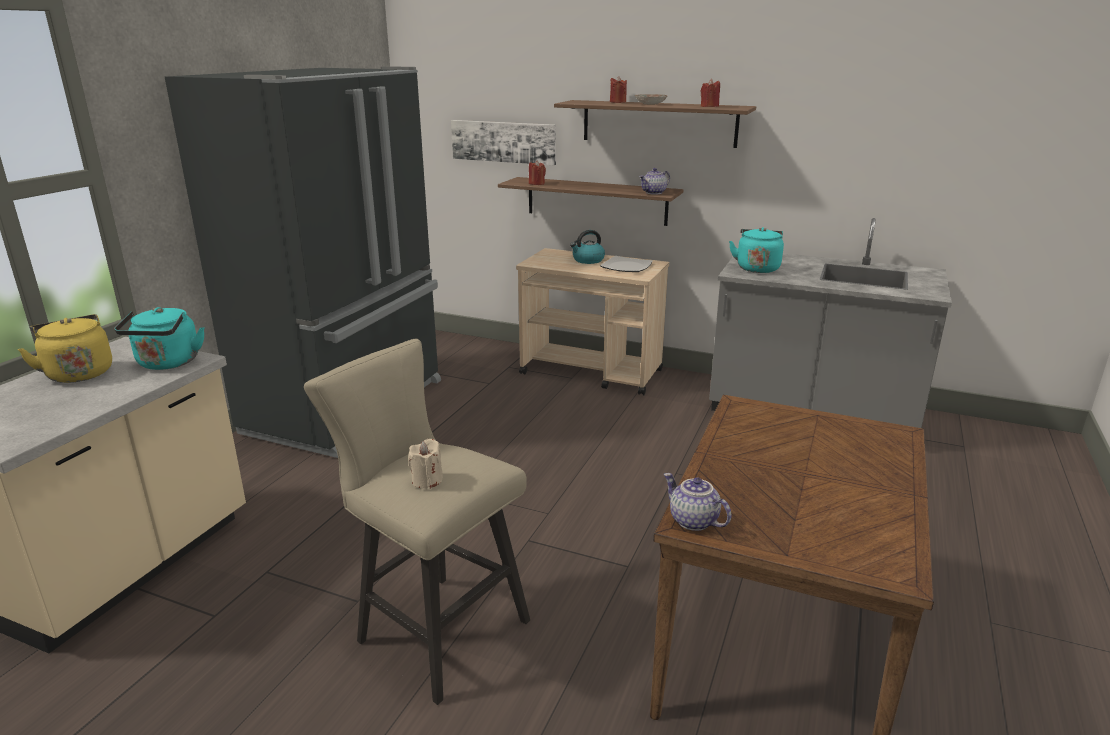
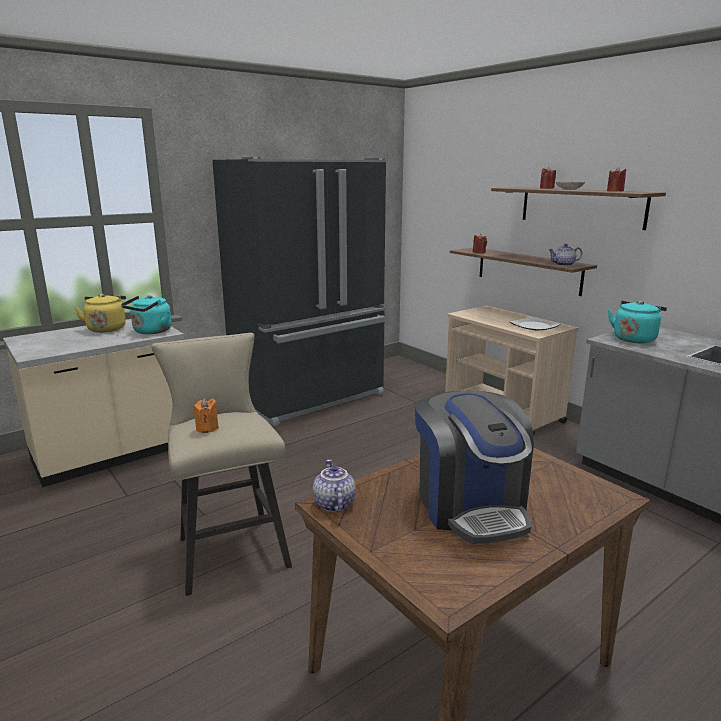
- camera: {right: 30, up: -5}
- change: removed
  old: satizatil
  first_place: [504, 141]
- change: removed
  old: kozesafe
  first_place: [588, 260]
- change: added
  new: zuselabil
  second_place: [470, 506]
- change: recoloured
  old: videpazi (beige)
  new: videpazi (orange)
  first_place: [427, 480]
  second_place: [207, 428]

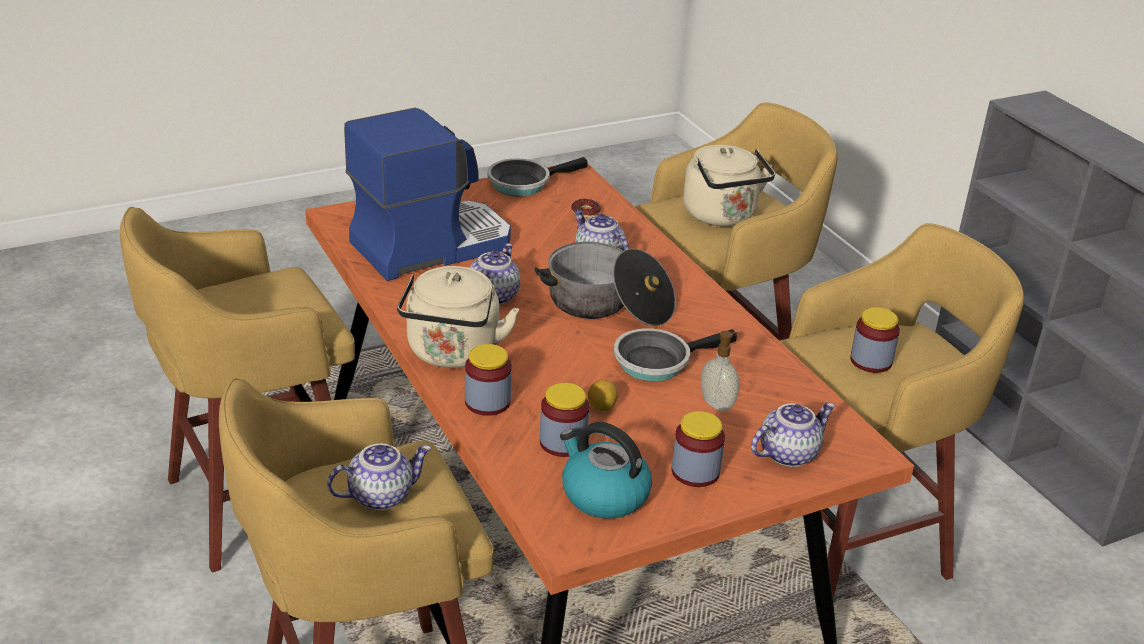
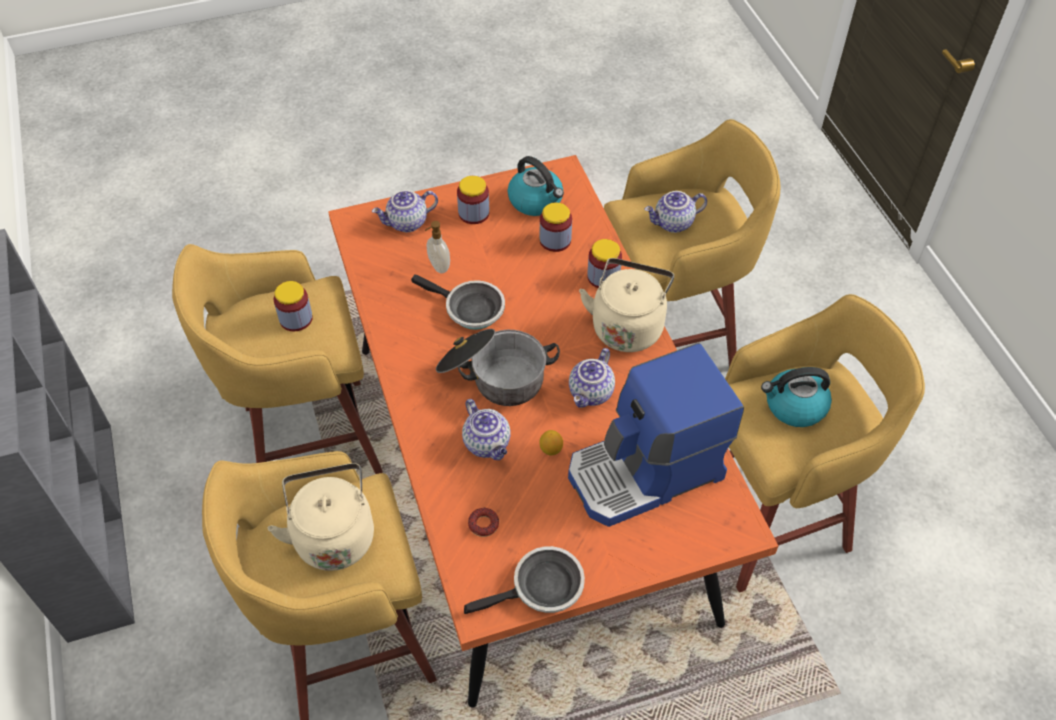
- camera: {right: -170, up: 20}
- change: added
  new: kozesafe
  second_place: [794, 406]
- change: moved
  old: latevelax
  first_place: [602, 407]
  second_place: [550, 449]
- change: turned
  old: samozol
  first_place: [657, 361]
  second_place: [470, 309]
  degrees: 45

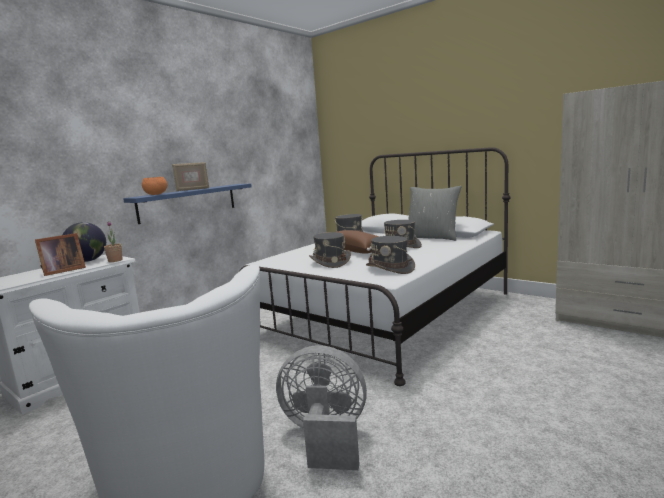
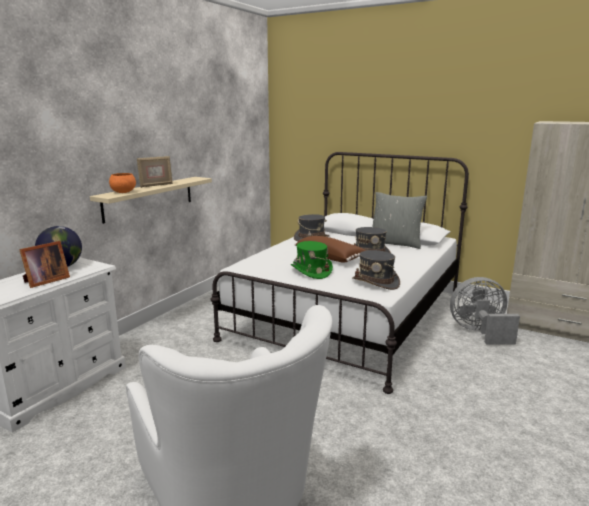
- camera: {right: -10, up: 5}
- change: removed
  old: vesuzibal
  first_place: [115, 260]
- change: moved
  old: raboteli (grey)
  first_place: [325, 438]
  second_place: [480, 332]
- change: recoloured
  old: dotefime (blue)
  new: dotefime (beige)
  first_place: [188, 202]
  second_place: [149, 198]
- change: recoloured
  old: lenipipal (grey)
  new: lenipipal (green)
  first_place: [330, 262]
  second_place: [311, 271]

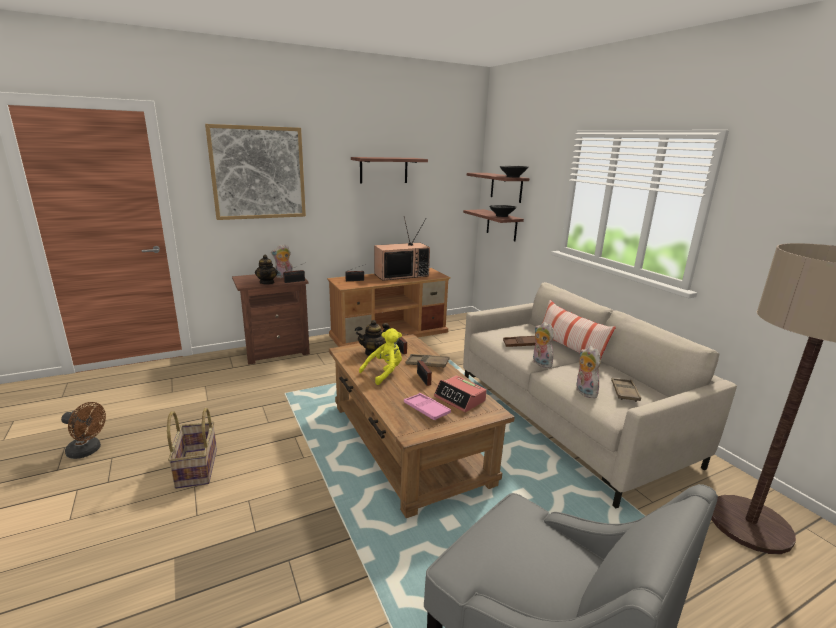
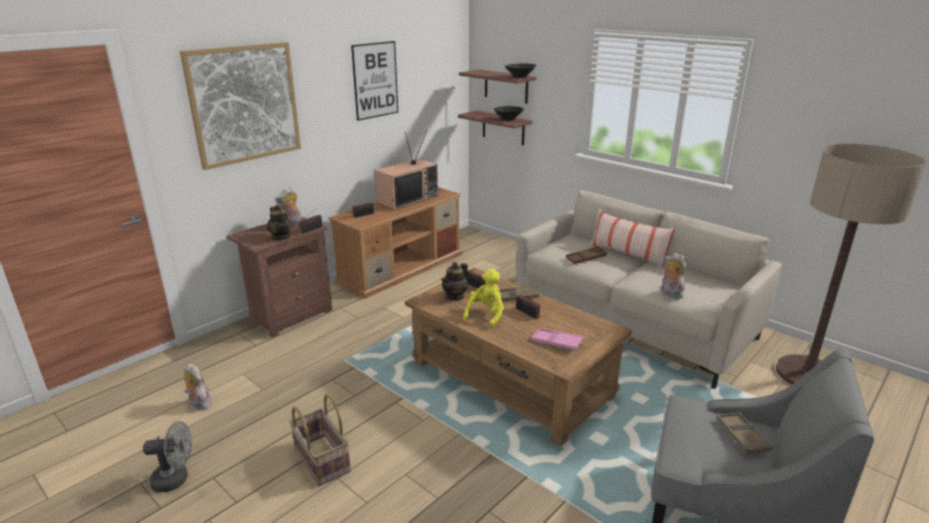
- camera: {right: -20, up: 5}
- change: removed
  old: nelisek
  first_place: [460, 399]
- change: moved
  old: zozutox
  first_place: [540, 363]
  second_place: [199, 404]
- change: moved
  old: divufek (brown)
  first_place: [624, 392]
  second_place: [741, 436]
- change: replaced
  old: dotefime
  new: satizatil
  first_place: [383, 170]
  second_place: [375, 80]
- change: recoloured
  old: raboteli (brown)
  new: raboteli (grey)
  first_place: [88, 451]
  second_place: [176, 479]

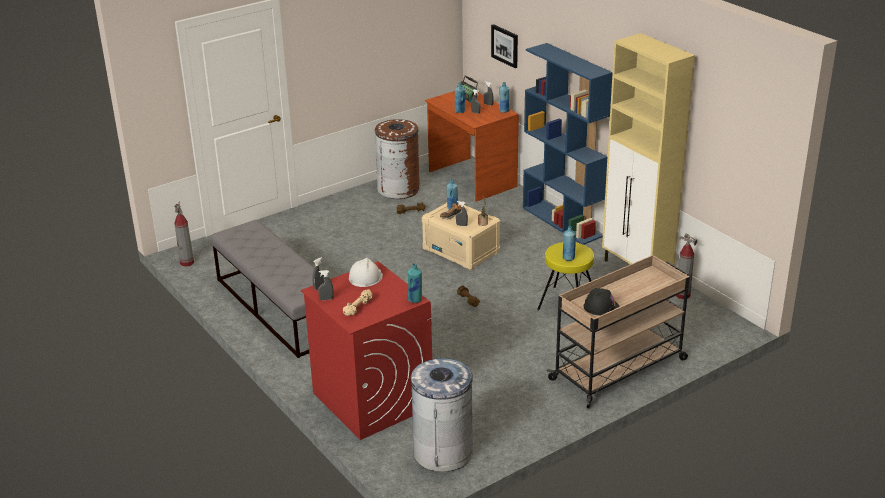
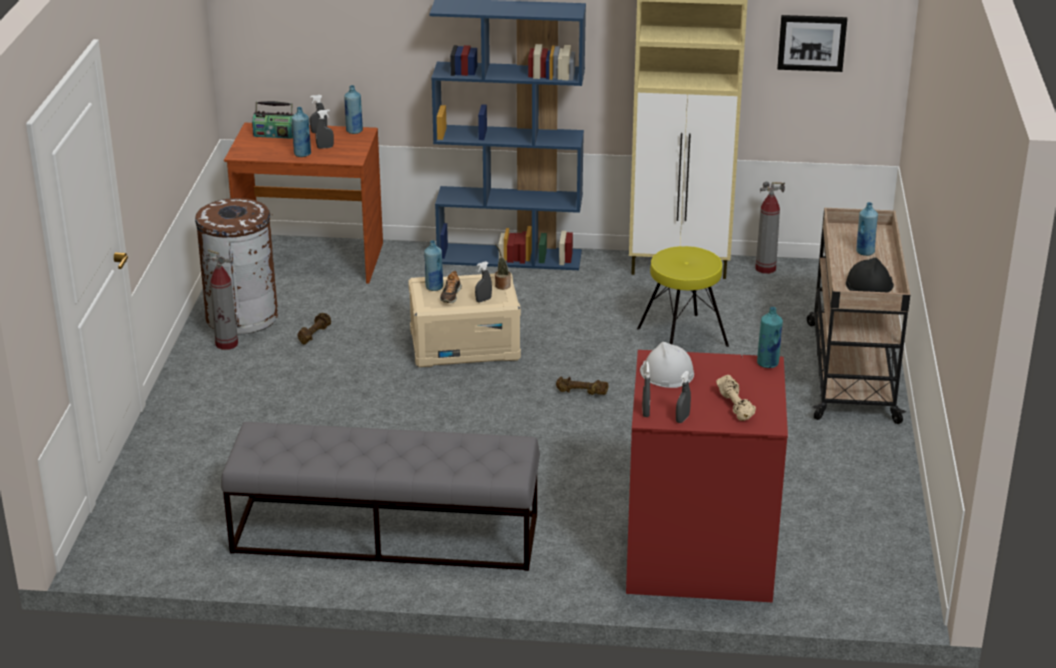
- camera: {right: -50, up: 0}
- change: removed
  old: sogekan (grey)
  first_place: [443, 452]
- change: moved
  old: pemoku
  first_place: [187, 263]
  second_place: [227, 344]
- change: moved
  old: satizatil
  first_place: [505, 45]
  second_place: [811, 42]
- change: moved
  old: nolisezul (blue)
  first_place: [568, 258]
  second_place: [864, 252]

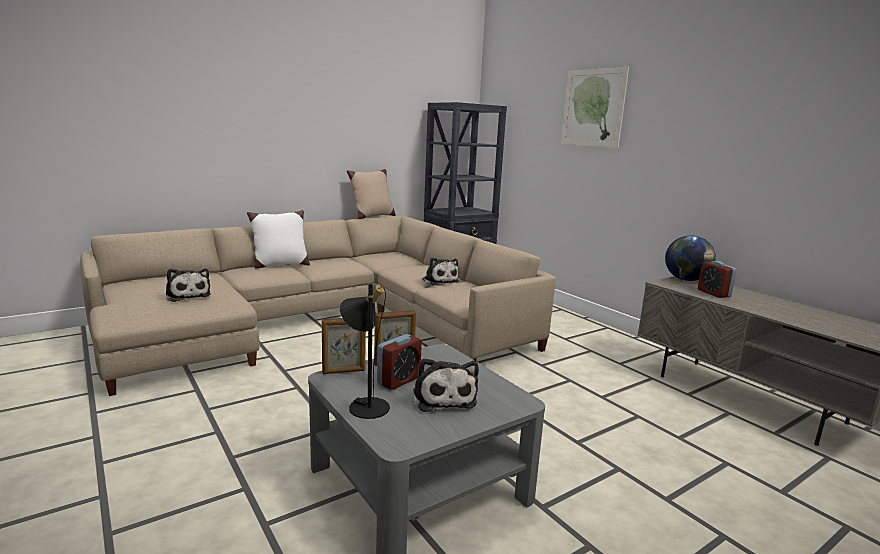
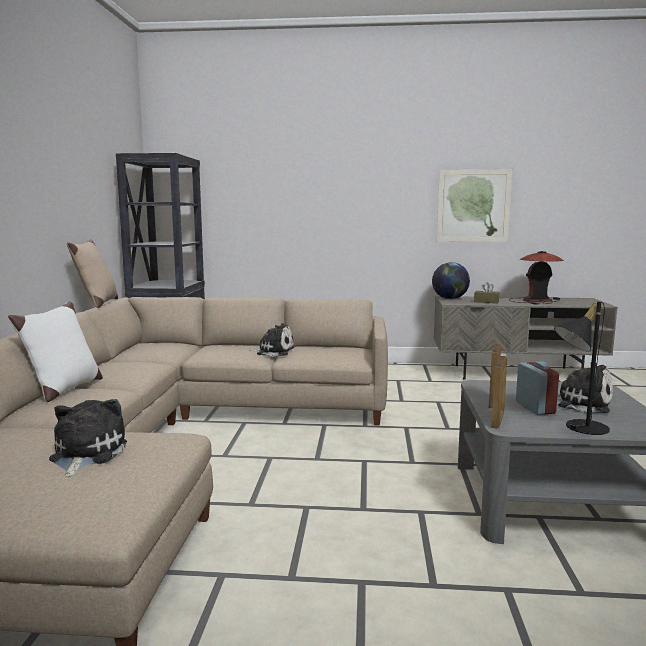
- camera: {right: -50, up: -5}
- change: added
  new: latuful
  second_place: [536, 300]
- change: moved
  old: satizatil
  first_place: [593, 108]
  second_place: [473, 206]
- change: replaced
  old: nelisek
  new: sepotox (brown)
  first_place: [713, 293]
  second_place: [486, 301]
- change: turned
  old: zozutox
  first_place: [187, 295]
  second_place: [86, 454]
  degrees: -90

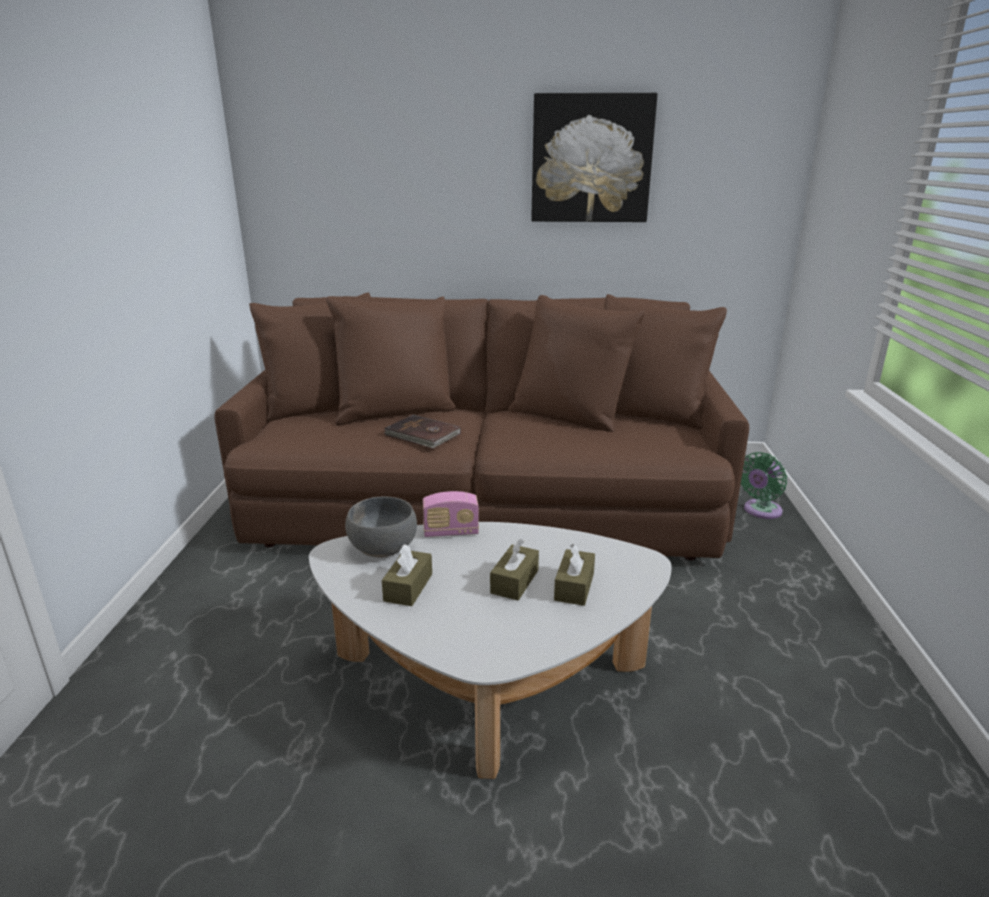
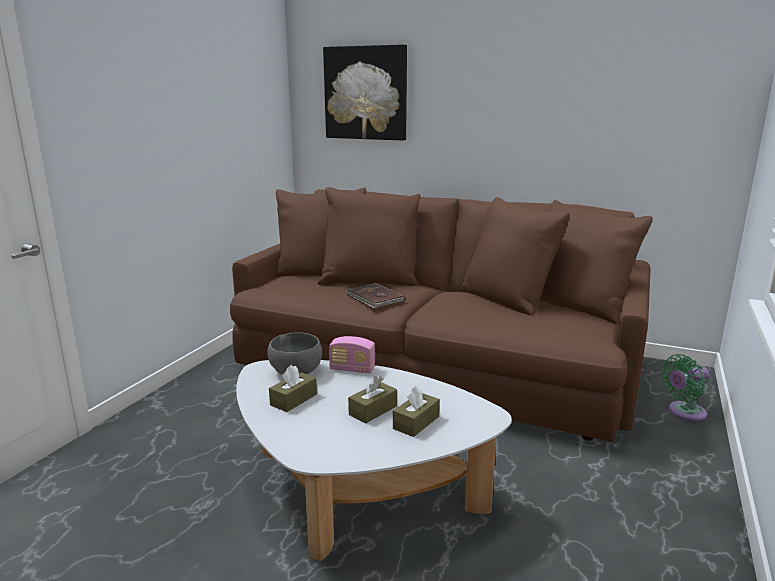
- camera: {right: 20, up: -5}
- change: moved
  old: satizatil
  first_place: [591, 159]
  second_place: [366, 93]

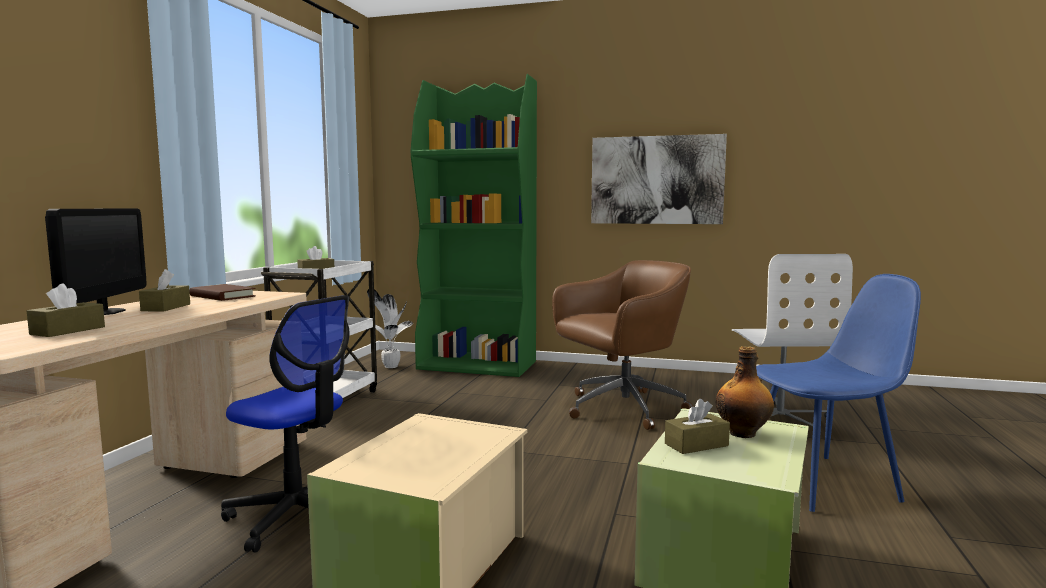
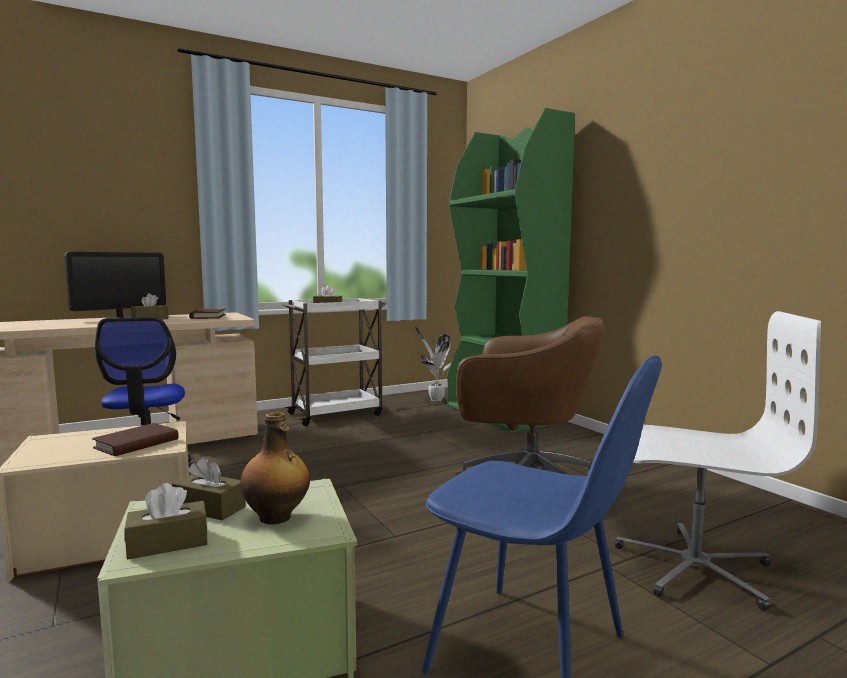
- camera: {right: 45, up: 0}
- change: removed
  old: satizatil
  first_place: [656, 180]
- change: added
  new: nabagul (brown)
  second_place: [136, 443]
- change: moved
  old: sepotox (brown)
  first_place: [68, 330]
  second_place: [168, 543]
- change: turned
  old: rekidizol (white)
  first_place: [780, 418]
  second_place: [693, 567]
  degrees: -120

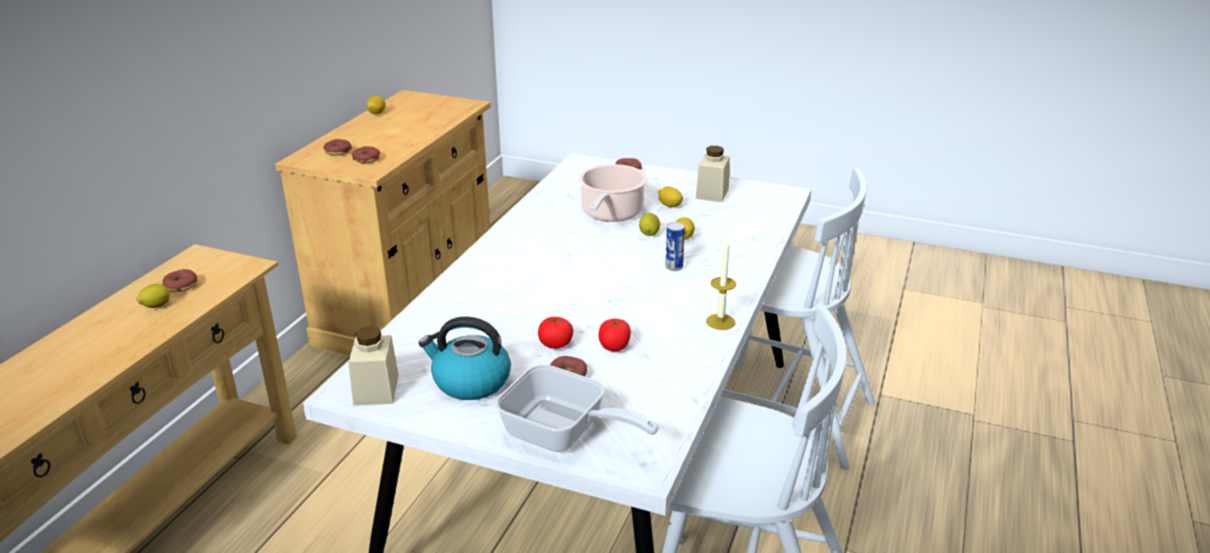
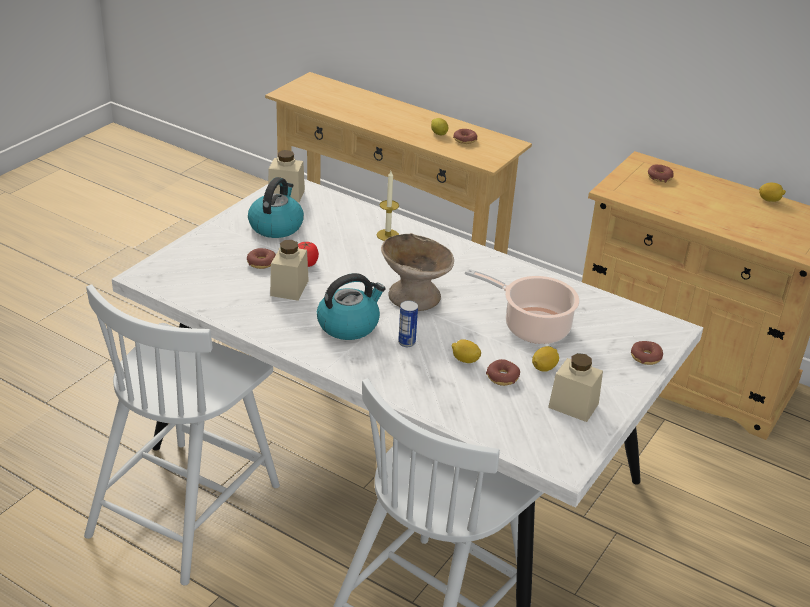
- camera: {right: 100, up: 5}
- change: removed
  old: samozol
  first_place: [563, 435]
- change: removed
  old: latevelax
  first_place: [649, 233]
- change: added
  new: kozesafe
  second_place: [349, 325]
- change: added
  new: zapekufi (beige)
  second_place: [414, 296]
- change: moved
  old: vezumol
  first_place: [367, 159]
  second_place: [502, 377]
- change: moved
  old: videpazi
  first_place: [720, 322]
  second_place: [387, 235]
- change: replaced
  old: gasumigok
  new: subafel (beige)
  first_place: [614, 346]
  second_place: [289, 288]

